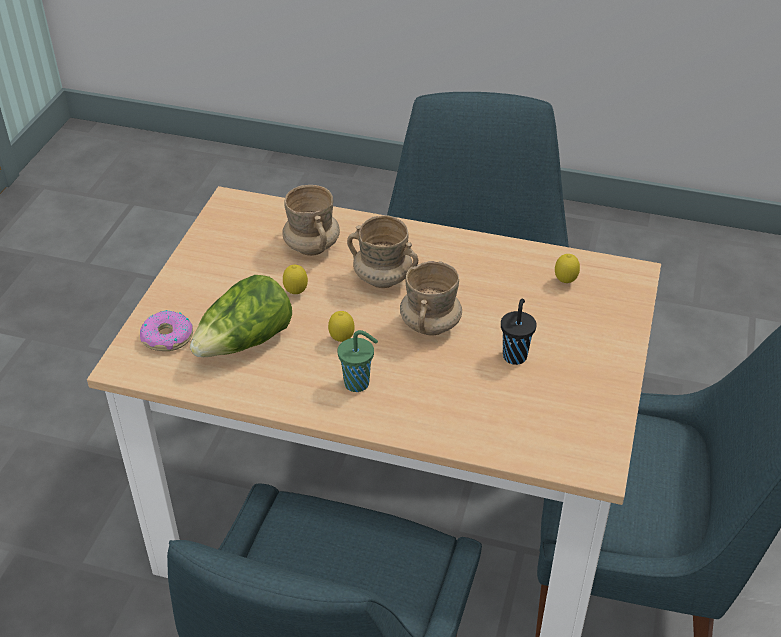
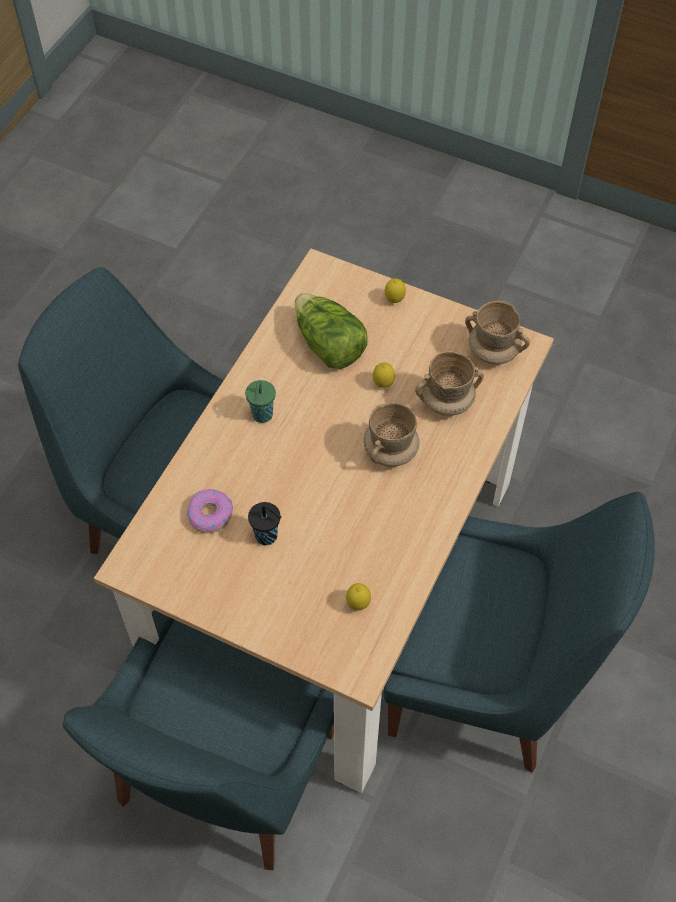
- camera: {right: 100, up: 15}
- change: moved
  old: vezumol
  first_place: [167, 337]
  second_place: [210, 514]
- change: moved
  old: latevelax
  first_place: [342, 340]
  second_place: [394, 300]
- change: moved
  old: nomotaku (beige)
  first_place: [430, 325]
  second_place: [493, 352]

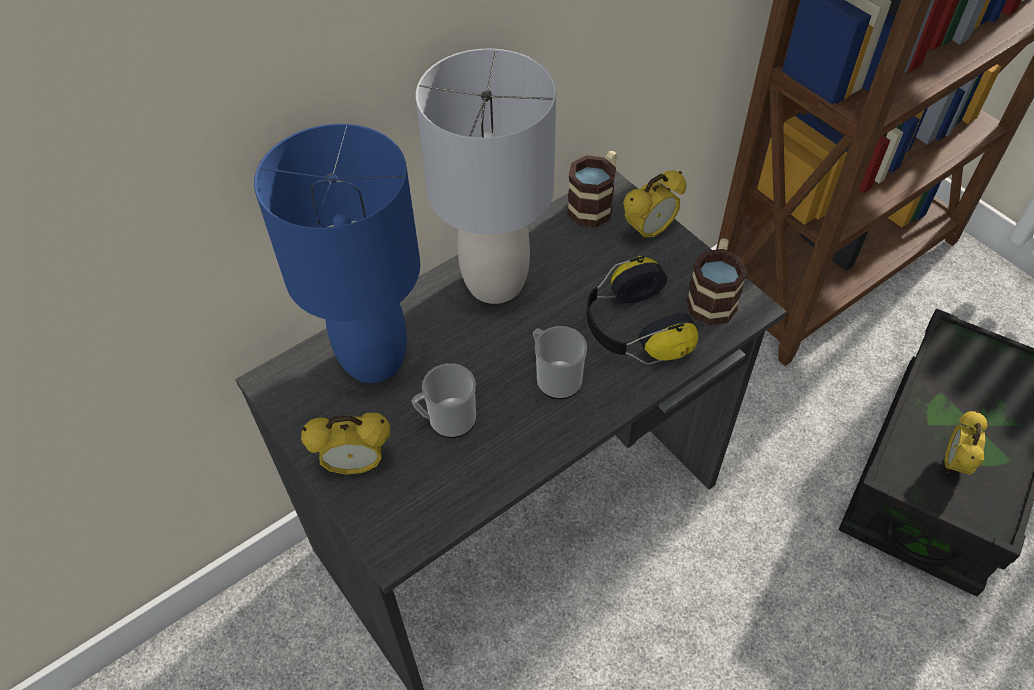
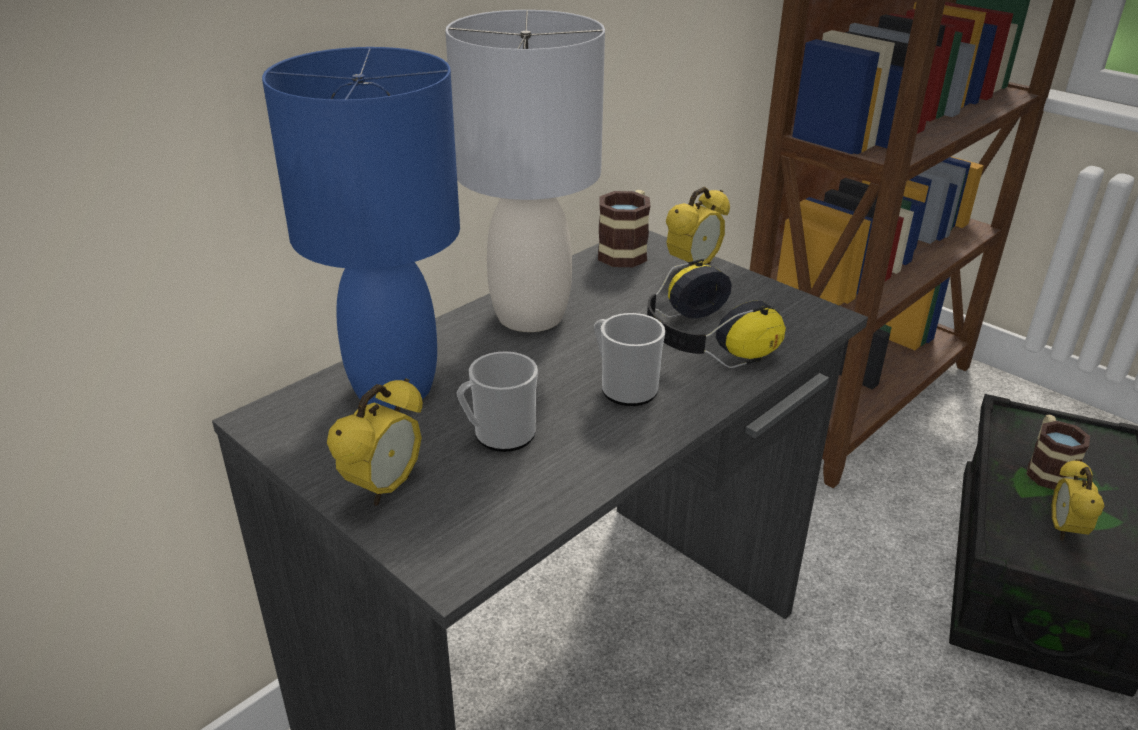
- camera: {right: -10, up: -20}
- change: moved
  old: nomotaku
  first_place: [712, 297]
  second_place: [1046, 469]
- change: turned
  old: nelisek
  first_place: [356, 465]
  second_place: [384, 488]
  degrees: -45

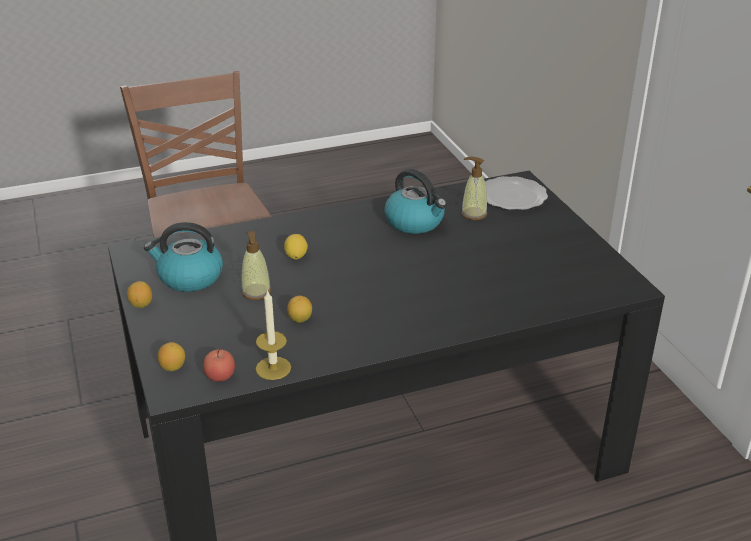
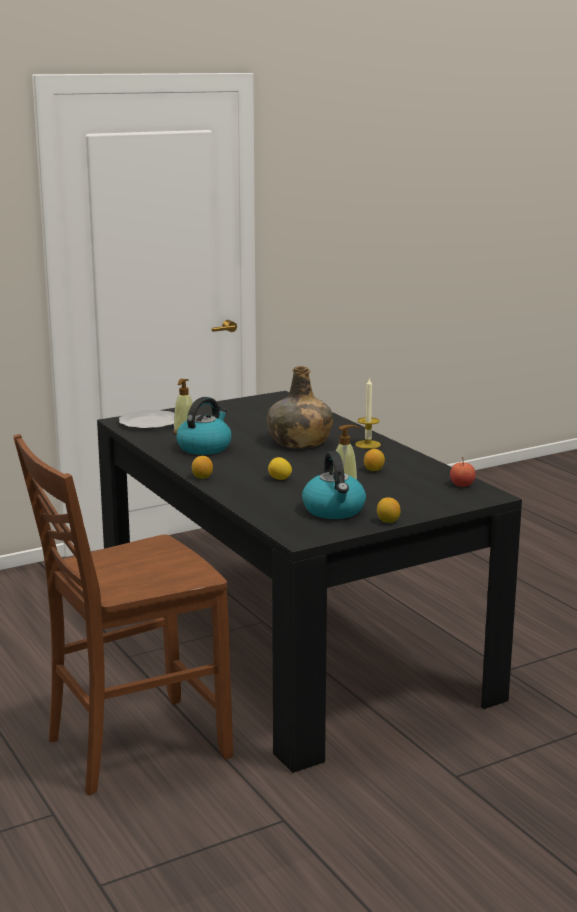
- camera: {right: -100, up: -15}
- change: added
  new: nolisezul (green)
  second_place: [299, 442]
- change: moved
  old: latevelax
  first_place: [173, 367]
  second_place: [202, 477]
- change: moved
  old: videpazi
  first_place: [273, 368]
  second_place: [368, 444]

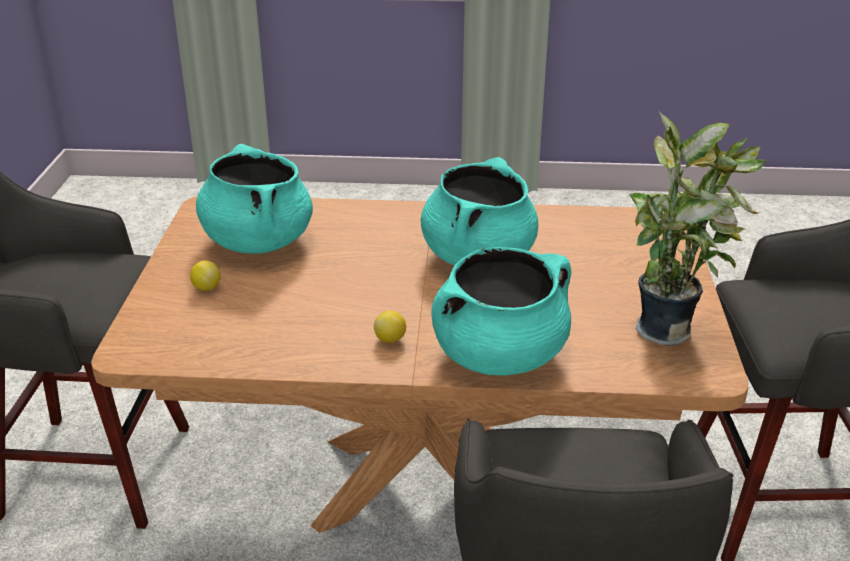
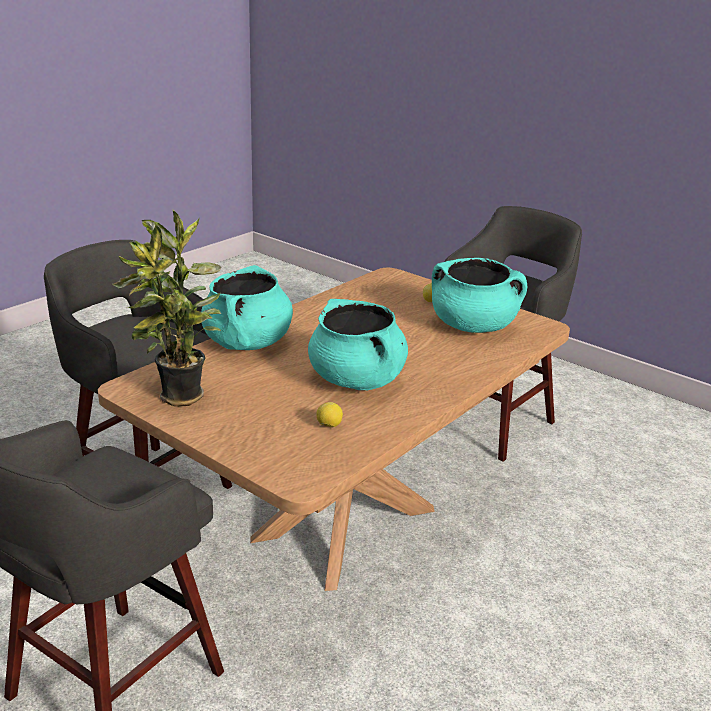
- camera: {right: 125, up: -5}
- change: moved
  old: latevelax
  first_place: [390, 339]
  second_place: [329, 426]

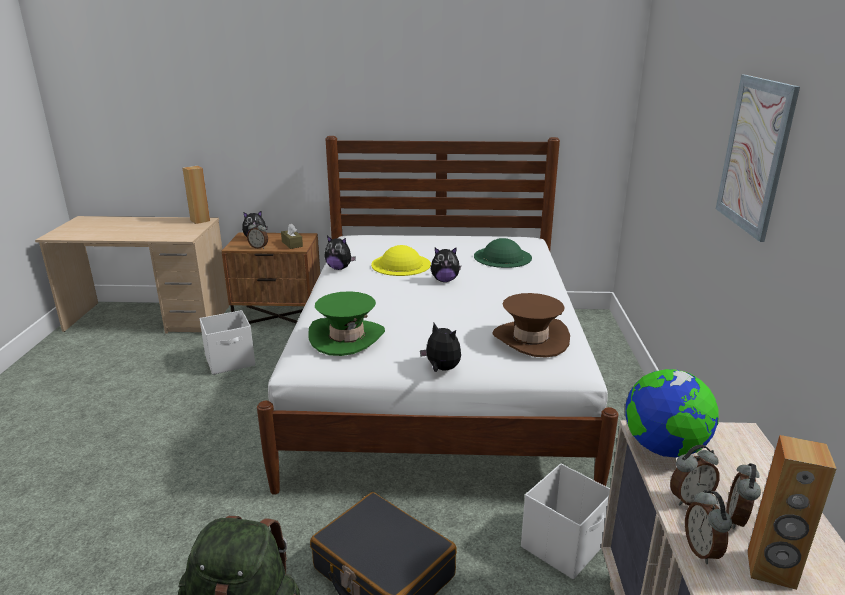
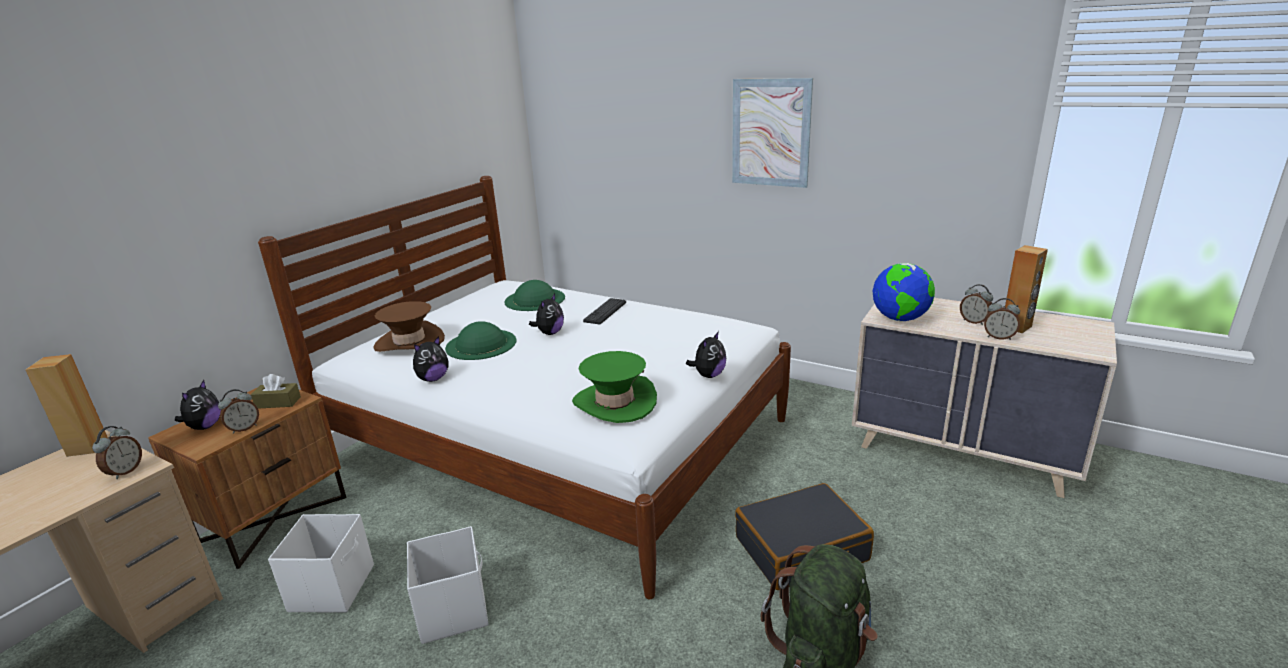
- camera: {right: -60, up: 0}
- change: added
  new: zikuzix
  second_place: [605, 312]
- change: moved
  old: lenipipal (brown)
  first_place: [530, 339]
  second_place: [409, 342]
- change: moved
  old: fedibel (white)
  first_place: [564, 545]
  second_place: [453, 609]
- change: moved
  old: nelisek
  first_place: [689, 499]
  second_place: [125, 471]
- change: recoloured
  old: lenipipal (yellow)
  new: lenipipal (green)
  first_place: [401, 264]
  second_place: [481, 344]
- change: turned
  old: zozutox
  first_place: [441, 369]
  second_place: [708, 375]
  degrees: 150

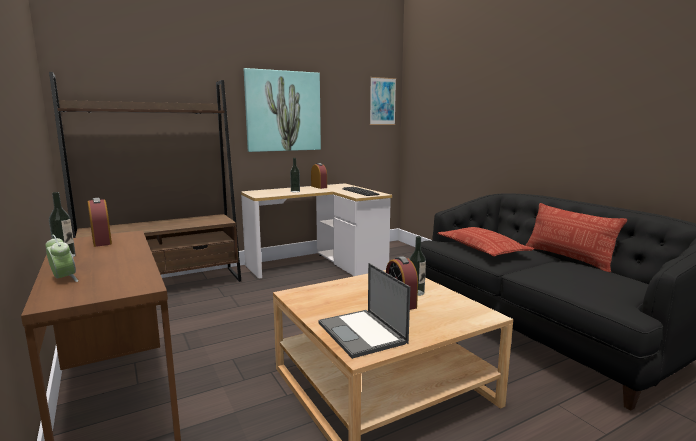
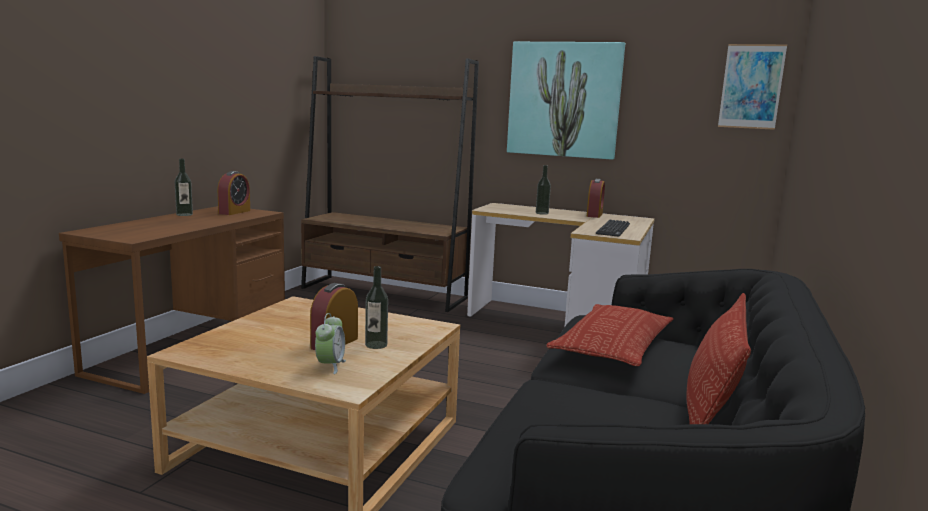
- camera: {right: 50, up: 0}
- change: removed
  old: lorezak
  first_place: [362, 333]
- change: moved
  old: nelisek
  first_place: [63, 279]
  second_place: [330, 366]

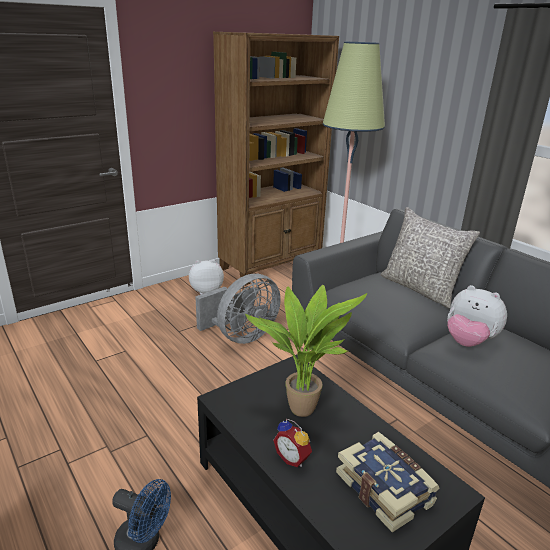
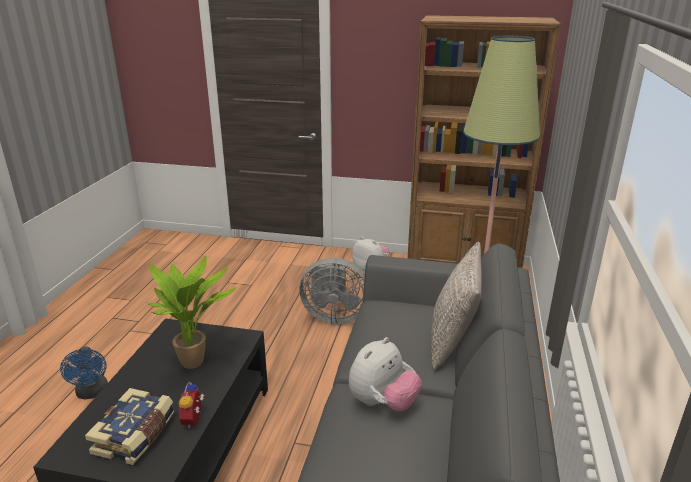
- camera: {right: 50, up: 0}
- change: moved
  old: nelisek
  first_place: [293, 458]
  second_place: [194, 419]
- change: turned
  old: zozutox
  first_place: [469, 342]
  second_place: [382, 403]
  degrees: -135

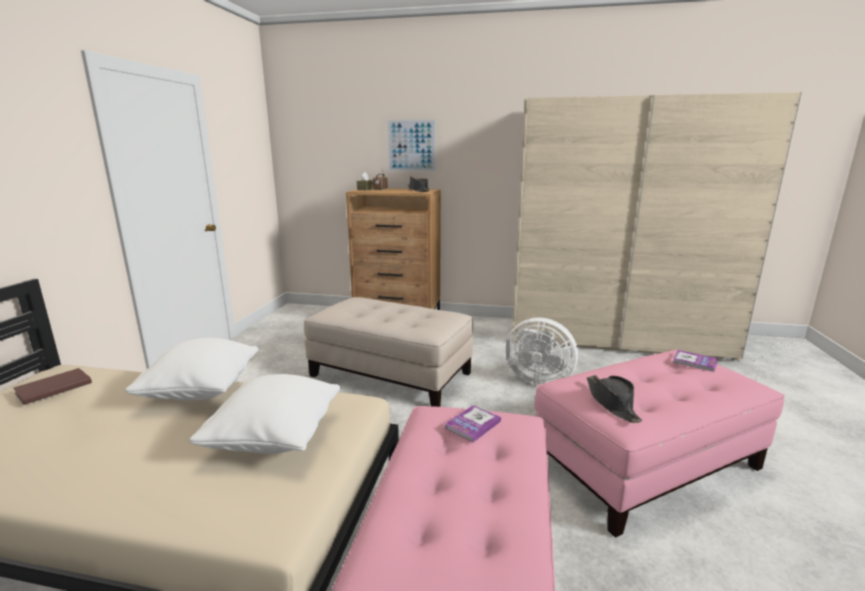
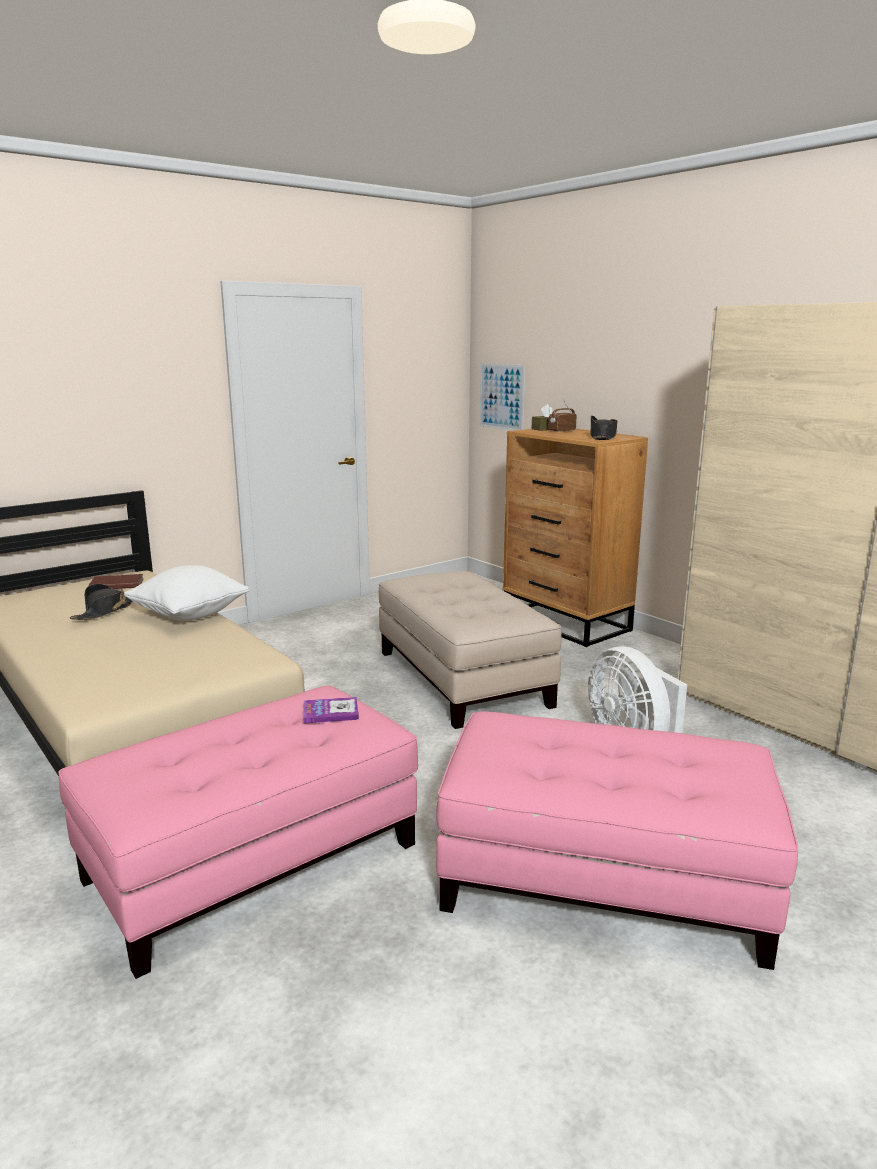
- camera: {right: 40, up: 0}
- change: removed
  old: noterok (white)
  first_place: [275, 438]
- change: removed
  old: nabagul
  first_place: [694, 362]
- change: moved
  old: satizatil
  first_place: [411, 145]
  second_place: [501, 396]
- change: moved
  old: lenipipal (black)
  first_place: [612, 403]
  second_place: [105, 611]

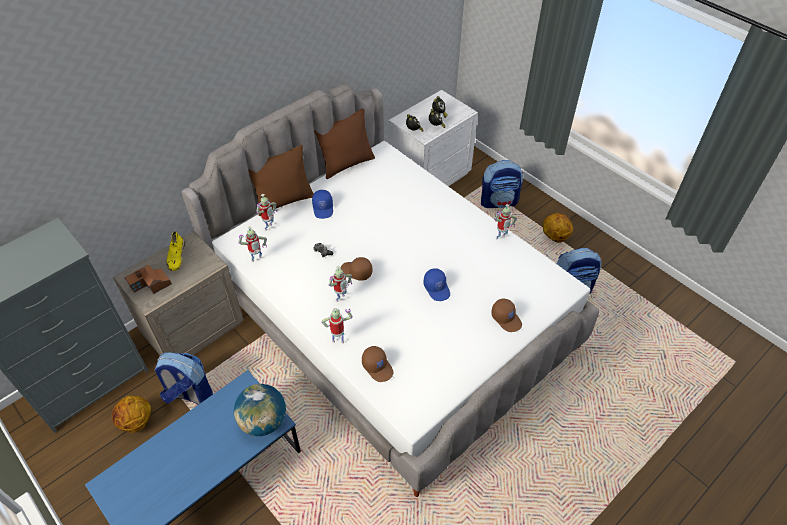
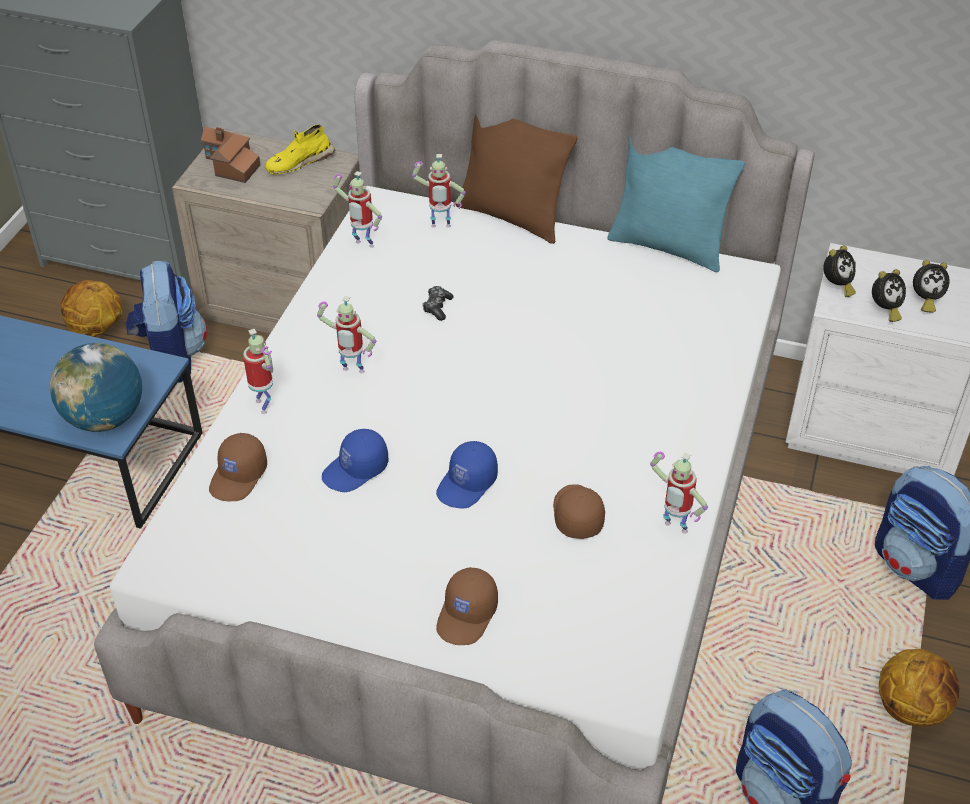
- camera: {right: 60, up: -5}
- change: moved
  old: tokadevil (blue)
  first_place: [323, 208]
  second_place: [356, 470]
- change: moved
  old: tokadevil (brown)
  first_place: [356, 272]
  second_place: [576, 515]
- change: recoloured
  old: noterok (brown)
  new: noterok (turquoise)
  first_place: [347, 164]
  second_place: [668, 247]

